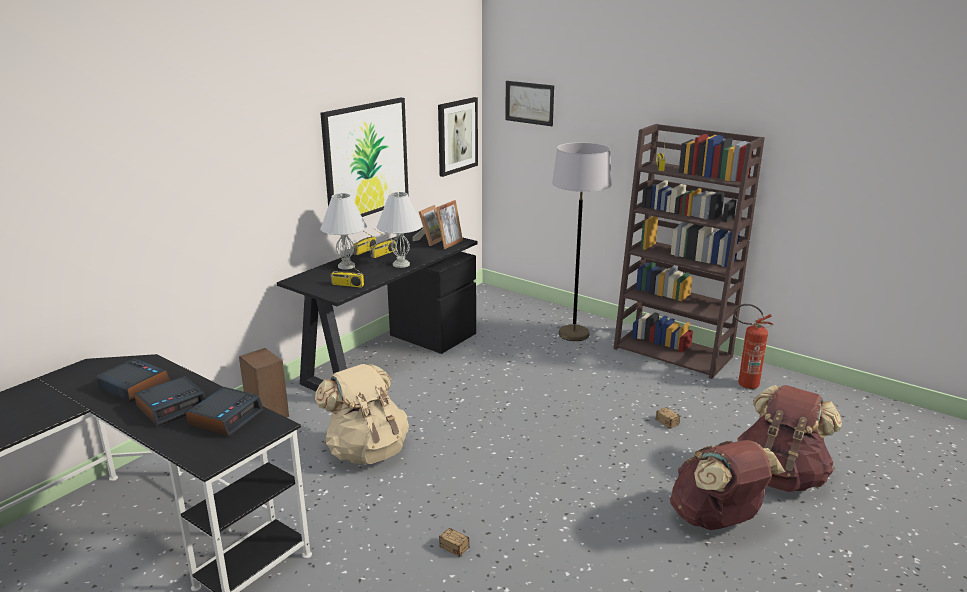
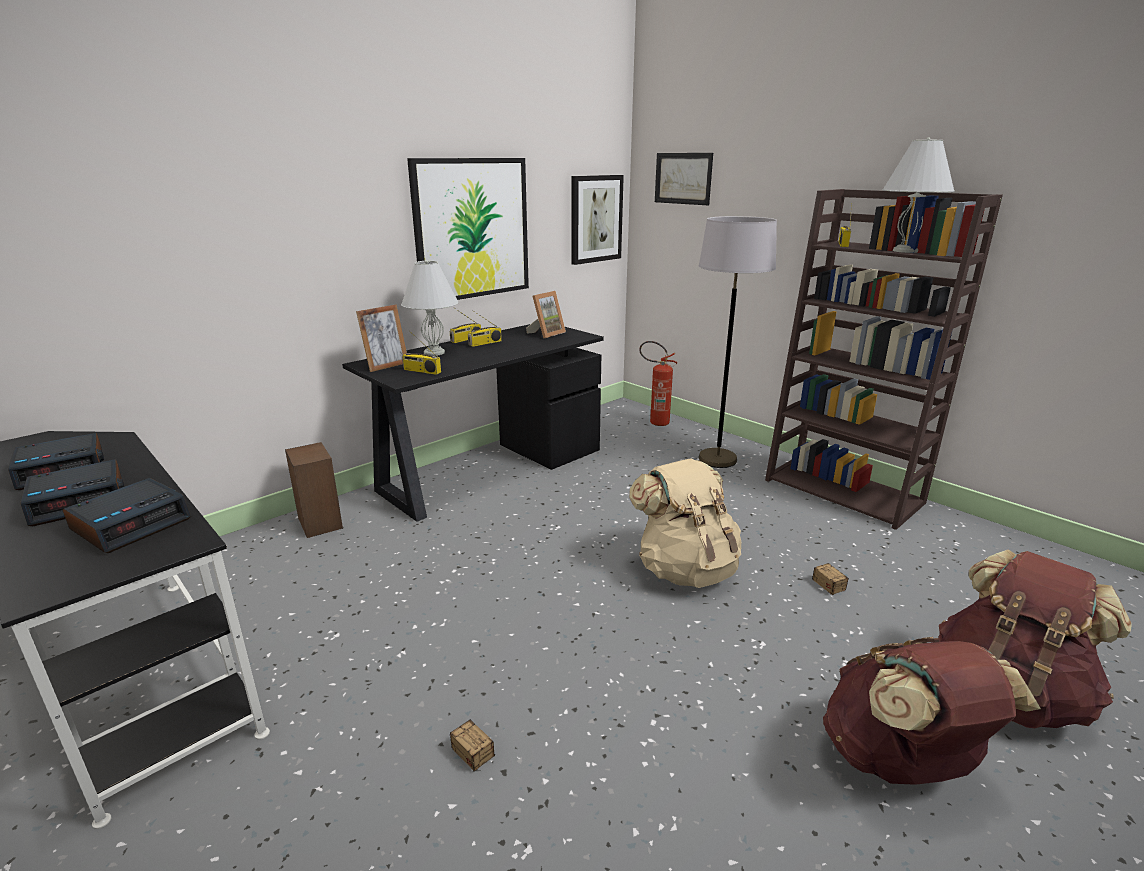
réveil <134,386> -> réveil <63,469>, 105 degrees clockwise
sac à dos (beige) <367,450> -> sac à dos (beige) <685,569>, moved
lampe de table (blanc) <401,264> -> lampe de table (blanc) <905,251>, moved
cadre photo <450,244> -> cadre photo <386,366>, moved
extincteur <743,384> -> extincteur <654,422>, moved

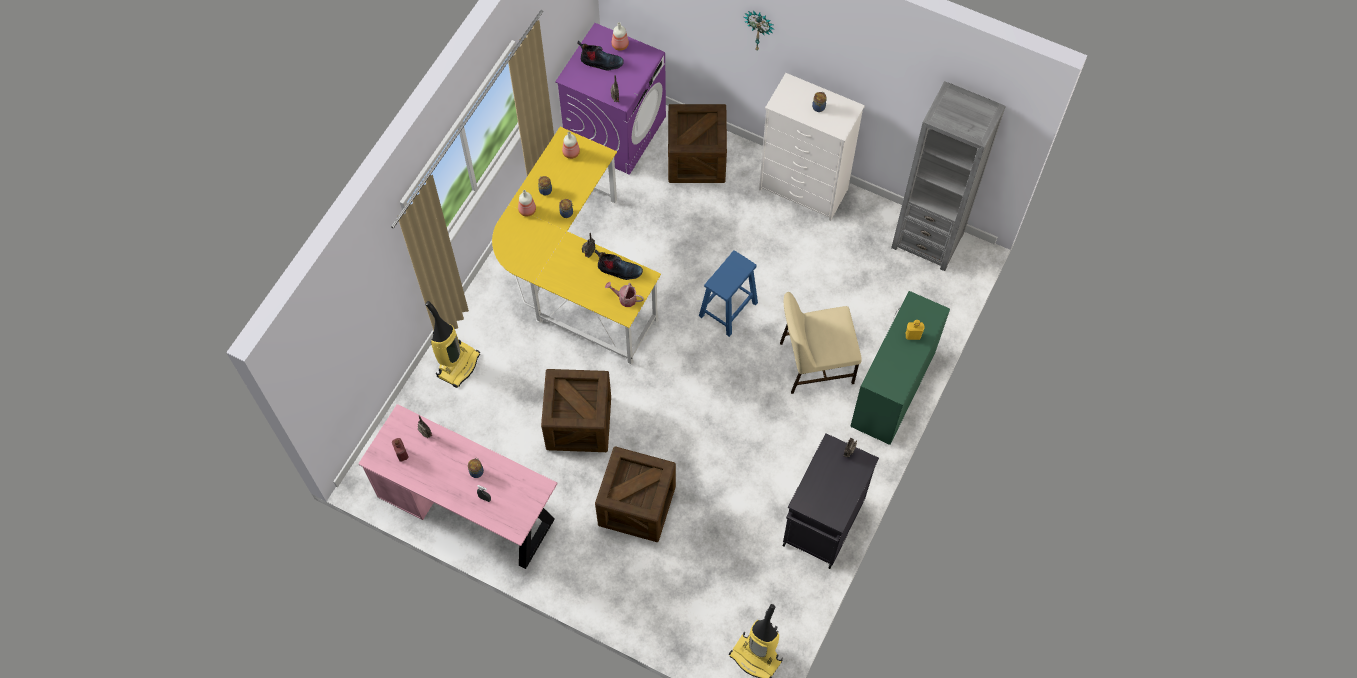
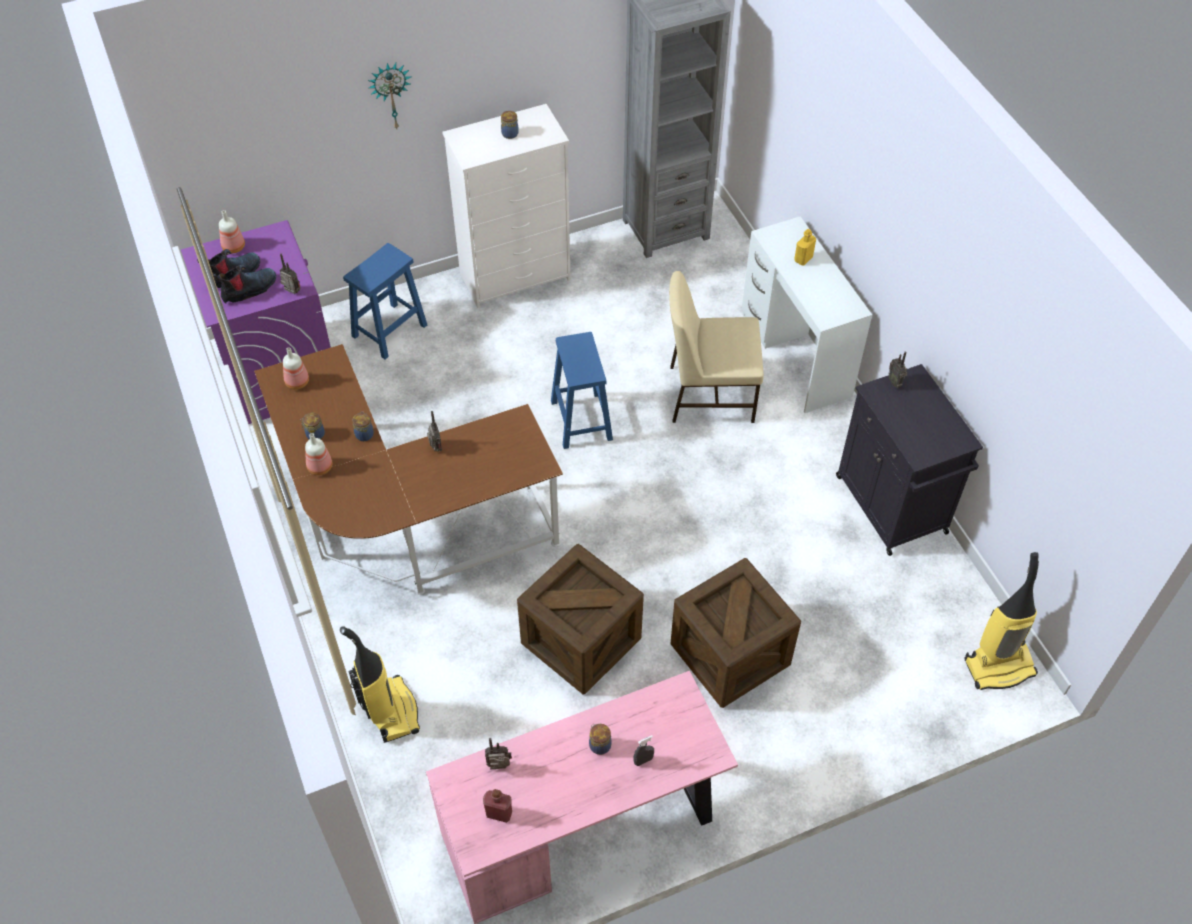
bureau (jaune) <574,275> -> bureau (marron) <402,522>
botte <619,270> -> botte <249,290>, moved
arrosoir <625,298> -> none
caisse <696,159> -> tabouret (bleu) <389,331>
chaise (beige) <814,362> -> chaise (beige) <709,393>, 60 degrees clockwise
bureau (vert) <893,389> -> bureau (blanc) <796,355>

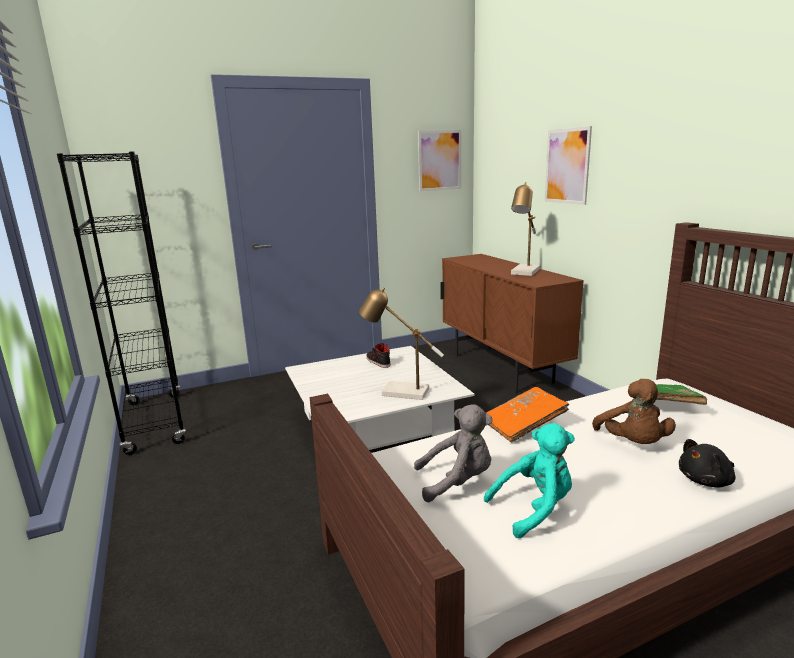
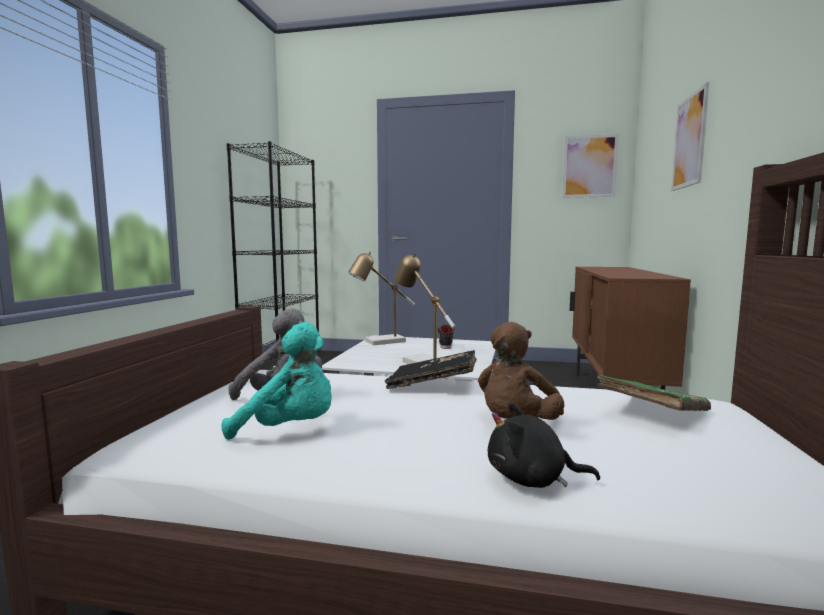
livre (orange) <523,425> -> livre (noir) <433,385>
lampe de table <525,272> -> lampe de table <380,342>, moved

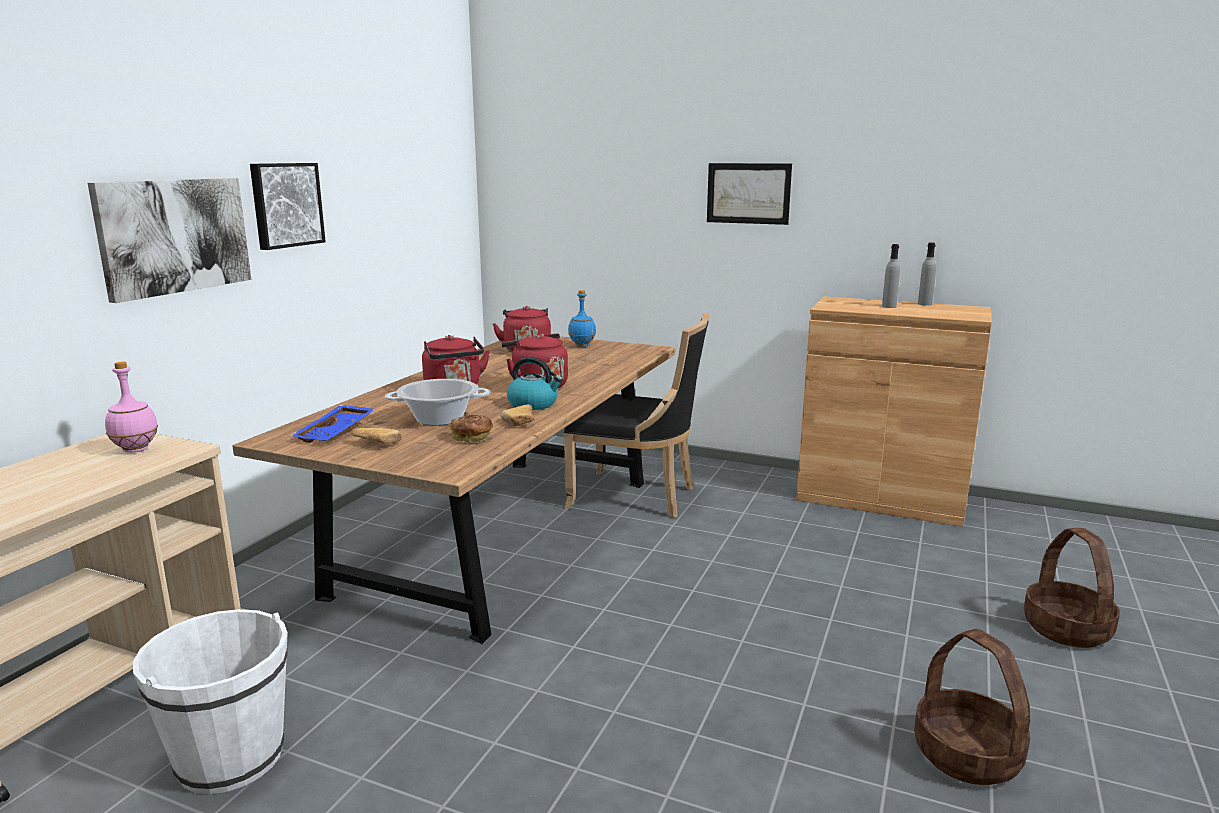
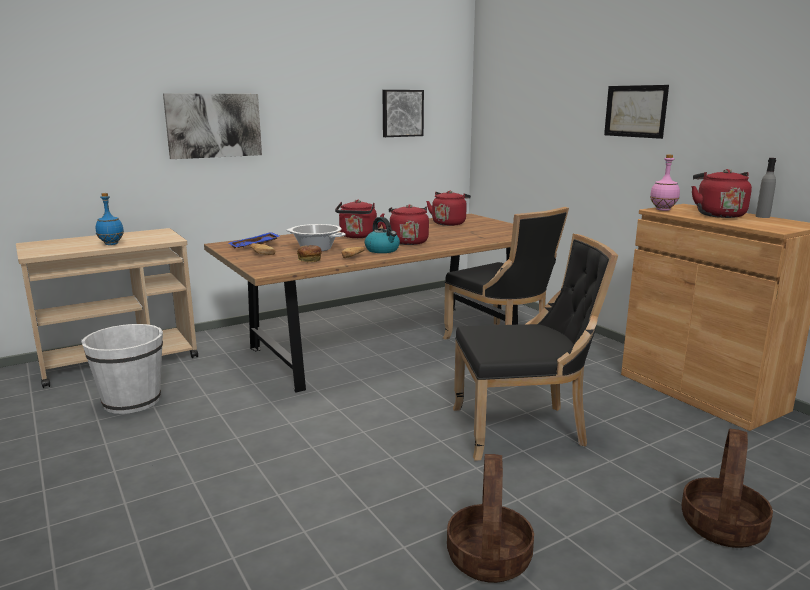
bouteille (rose) <136,449> -> bouteille (rose) <663,210>, moved
tableau <285,205> -> tableau <402,113>, moved
bouteille (bleu) <582,345> -> bouteille (bleu) <112,244>, moved
bouteille (gris) <889,306> -> bouilloire (rouge) <718,215>
none -> chaise (noir) <523,429>

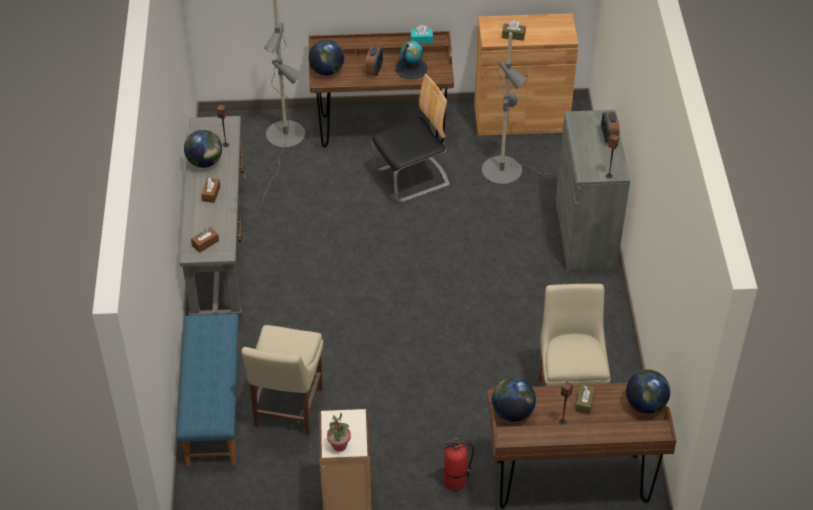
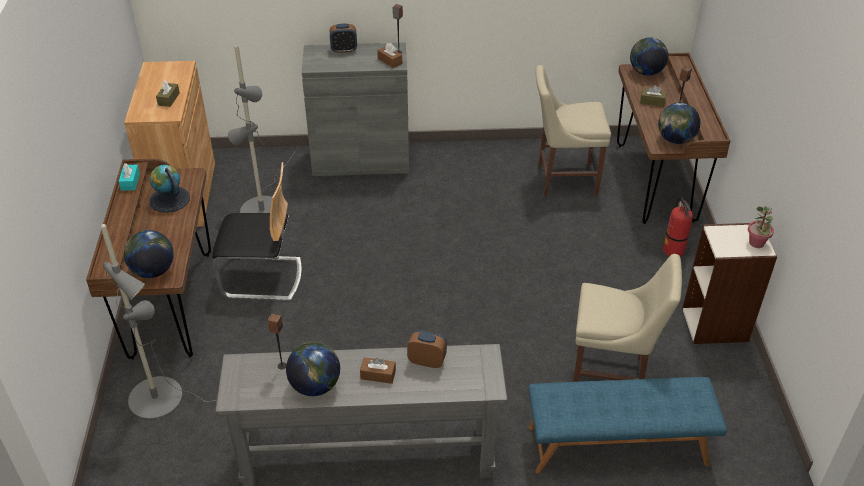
boîte à mouchoirs (marron) <205,243> -> boîte à mouchoirs (marron) <390,61>, moved
réveil <374,70> -> réveil <427,361>, moved
chaise <412,178> -> chaise <262,278>, 120 degrees clockwise

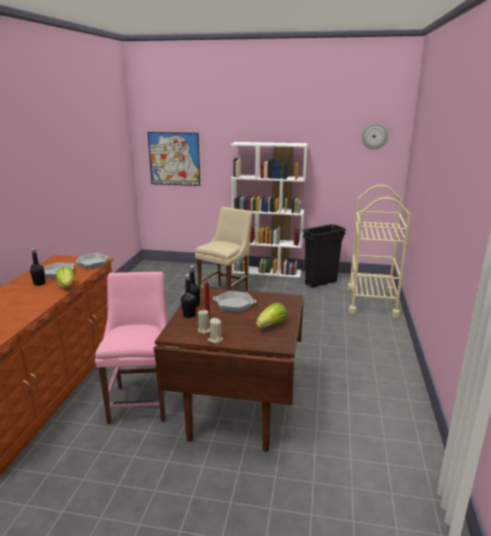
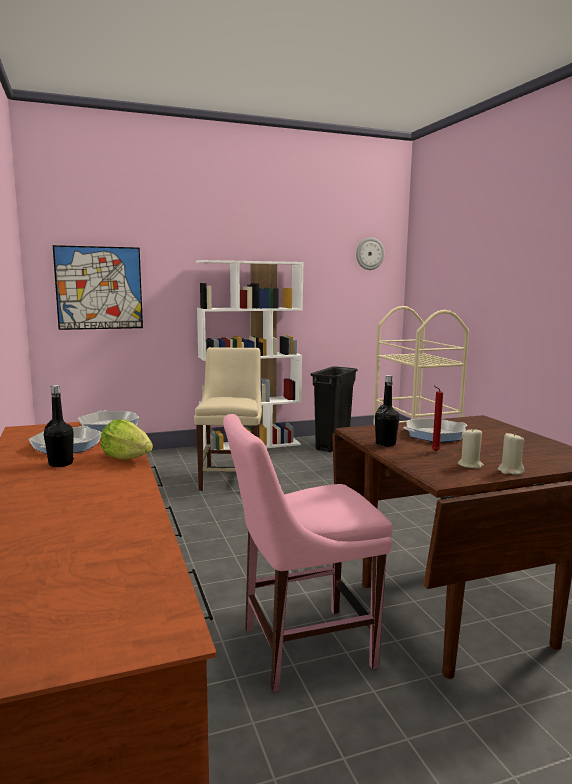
chaise (rose) <142,400> -> chaise (rose) <300,647>, 75 degrees counterclockwise
bouteille (noir) <189,315> -> none
laitue <271,325> -> none

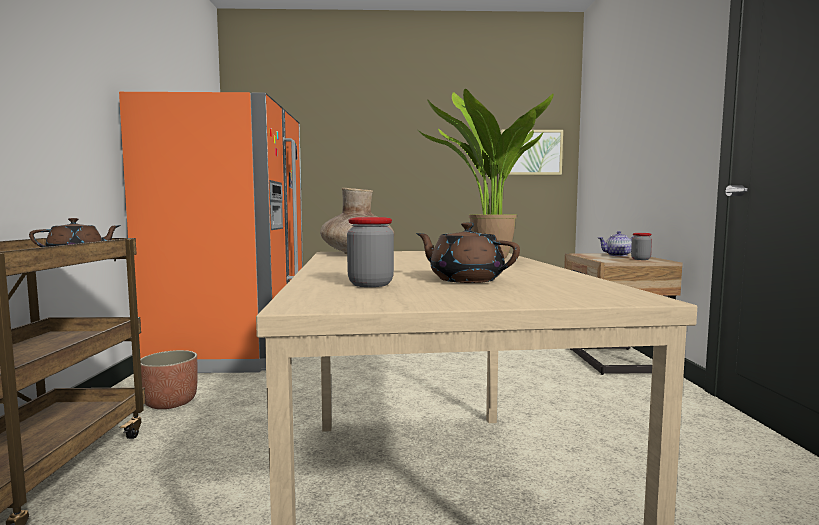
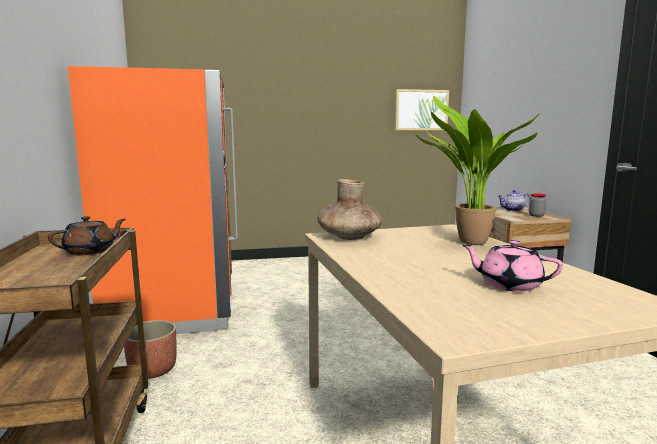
bocal <370,284> -> none
théière (marron) <465,280> -> théière (rose) <509,285>

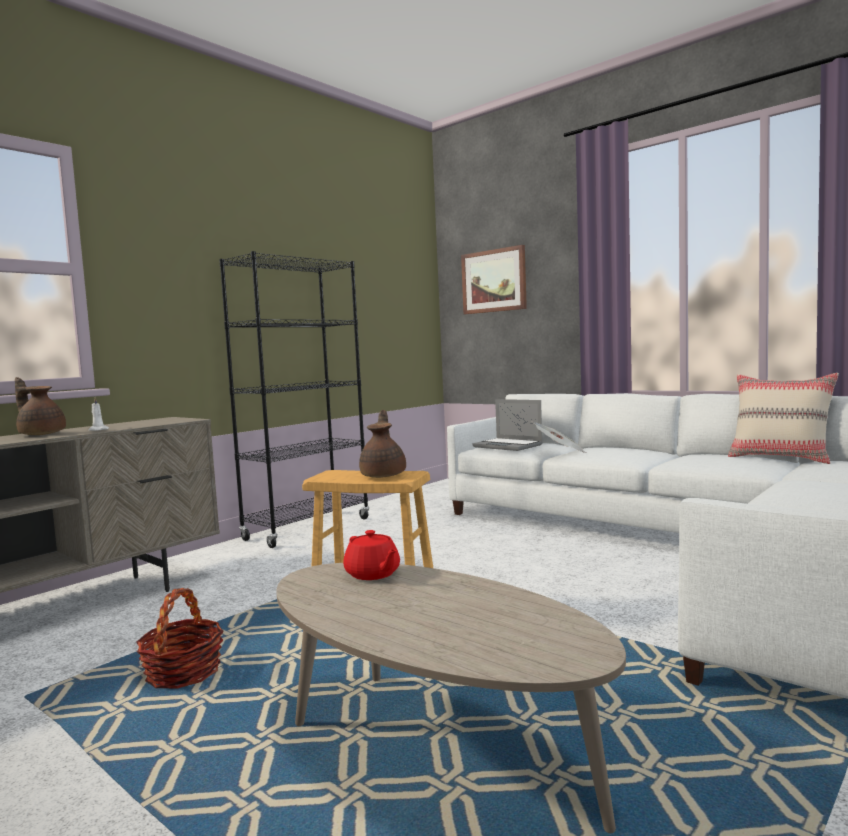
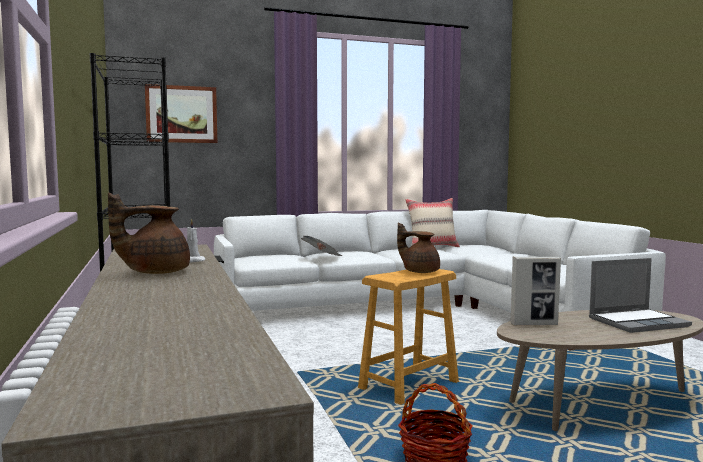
théière (rouge) <373,574> -> cadre photo <534,324>
ordinateur portable <509,446> -> ordinateur portable <638,322>, moved

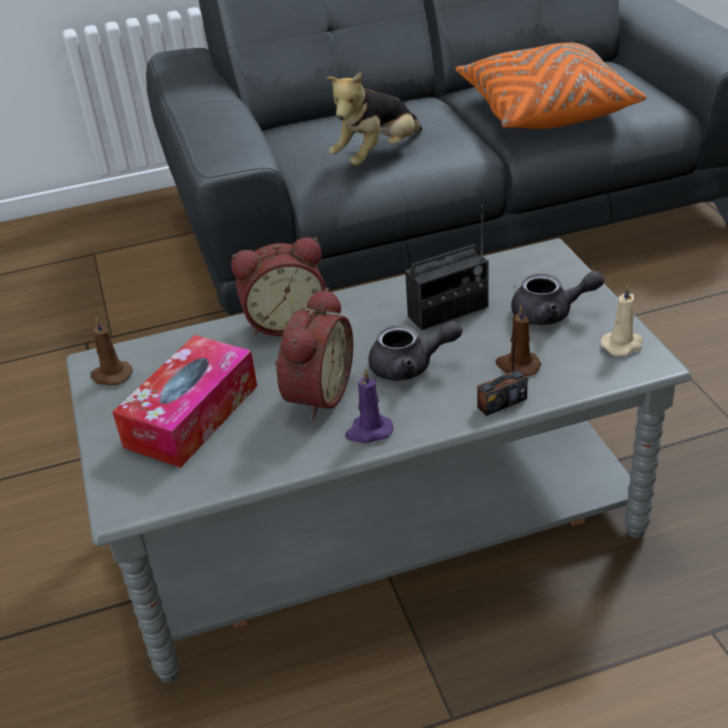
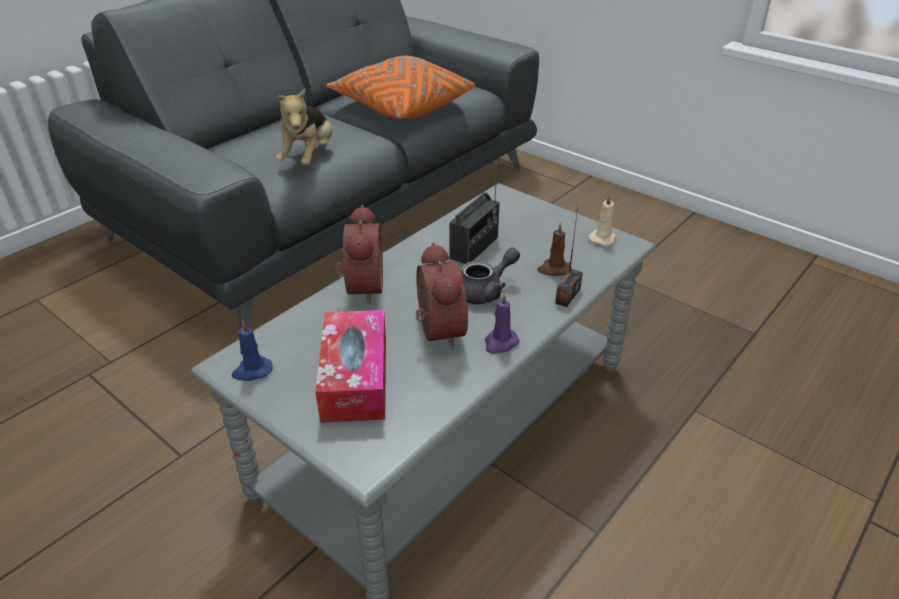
bougie (marron) <111,376> -> bougie (bleu) <252,371>
réveil <285,321> -> réveil <361,287>, 45 degrees counterclockwise
théière (gris) <551,314> -> none

